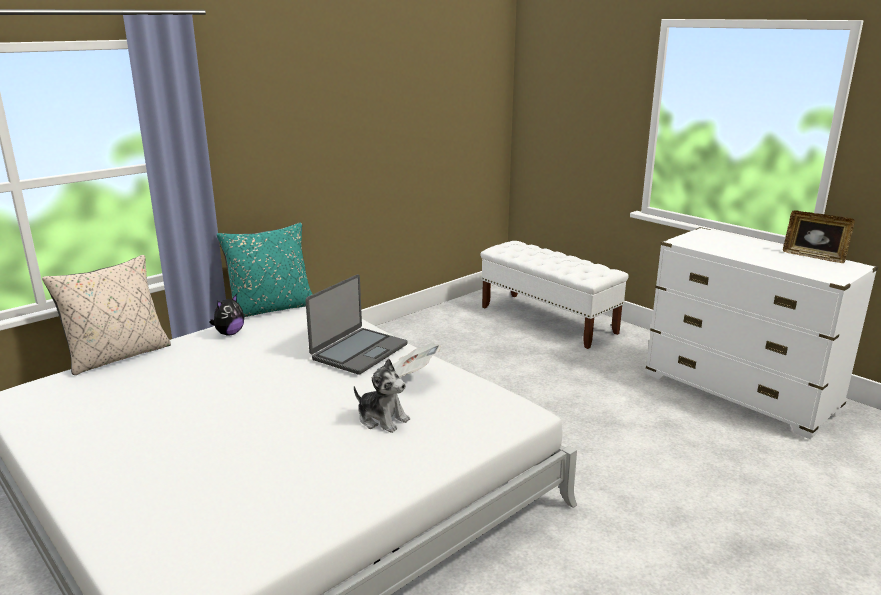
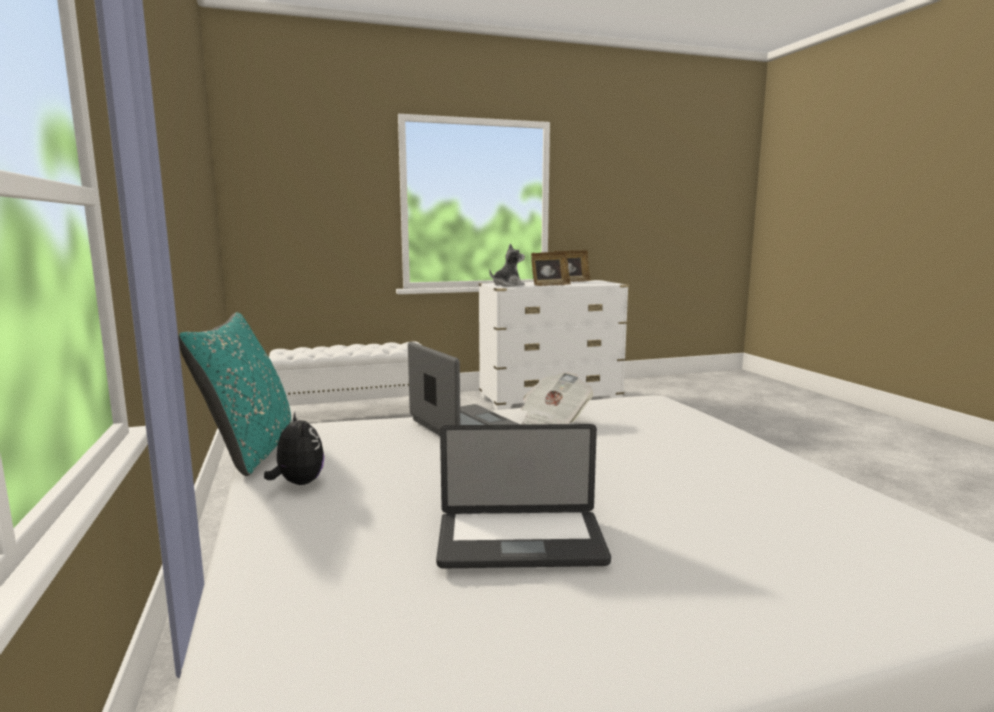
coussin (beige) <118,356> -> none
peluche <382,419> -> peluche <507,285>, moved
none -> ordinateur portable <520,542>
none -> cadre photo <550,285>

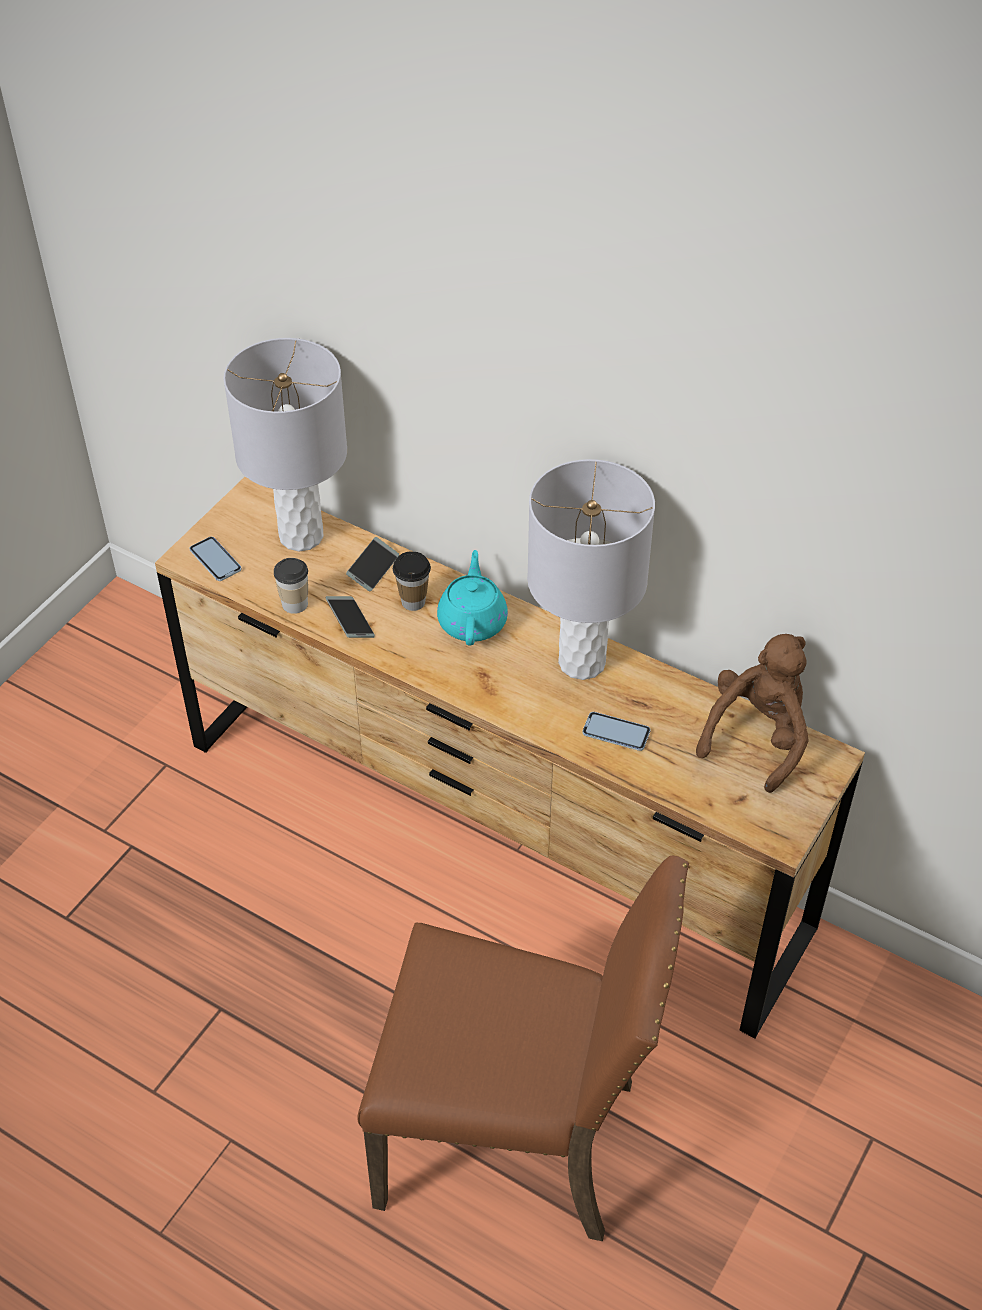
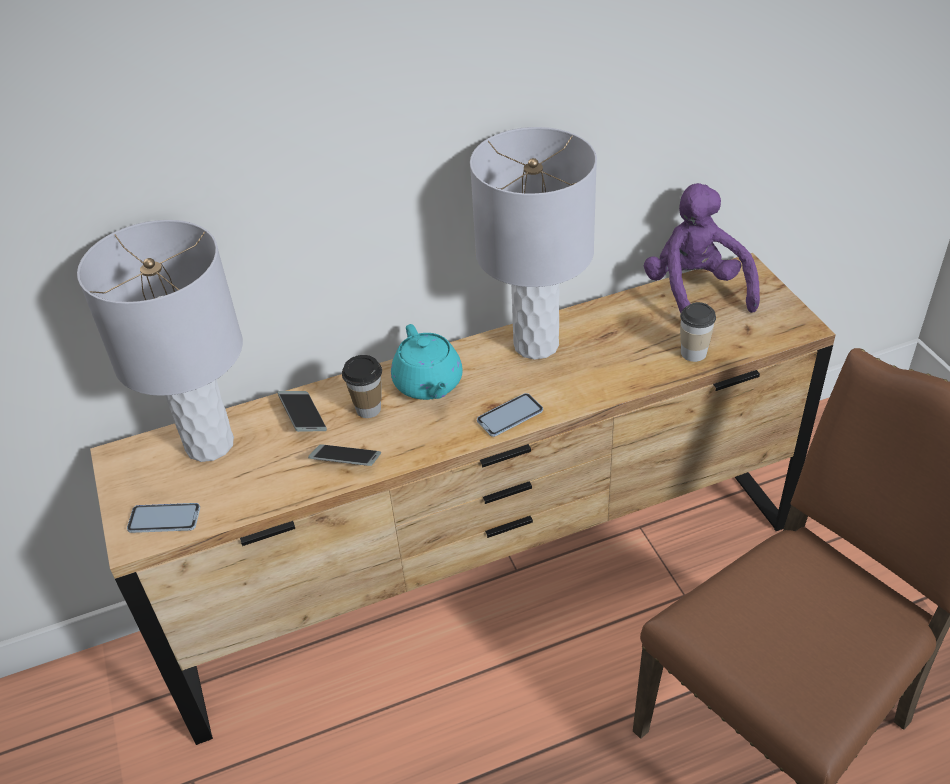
tasse <295,604> -> tasse <693,353>, moved
théière (turquoise) <472,621> -> théière (turquoise) <428,384>, 150 degrees counterclockwise
téléphone <616,732> -> téléphone <510,416>, moved
peluche (marron) <757,737> -> peluche (violet) <695,293>

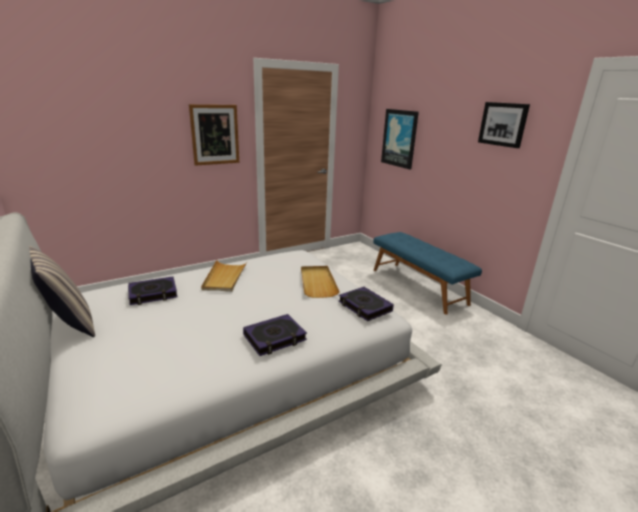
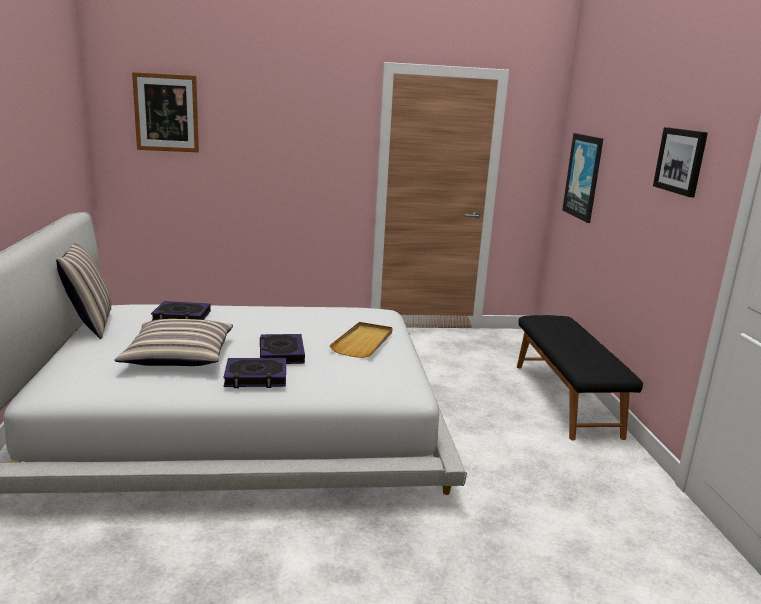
tableau <215,135> -> tableau <166,113>, moved
plateau (beige) <224,277> -> none
livre <364,306> -> livre <281,353>, moved
banc (bleu) <418,286> -> banc (noir) <566,399>
none -> coussin <178,355>

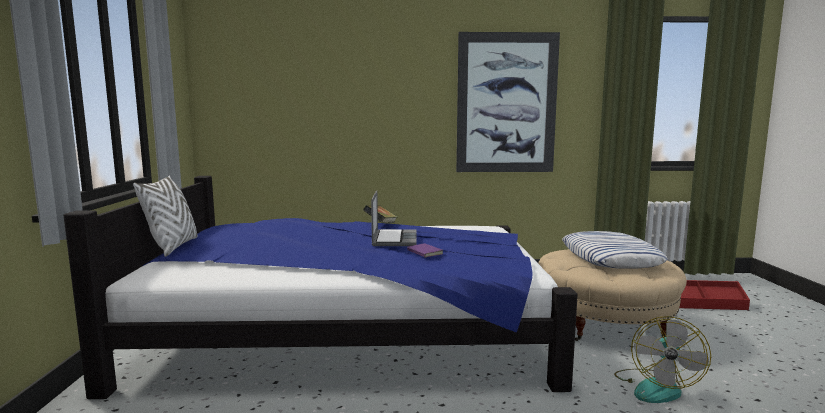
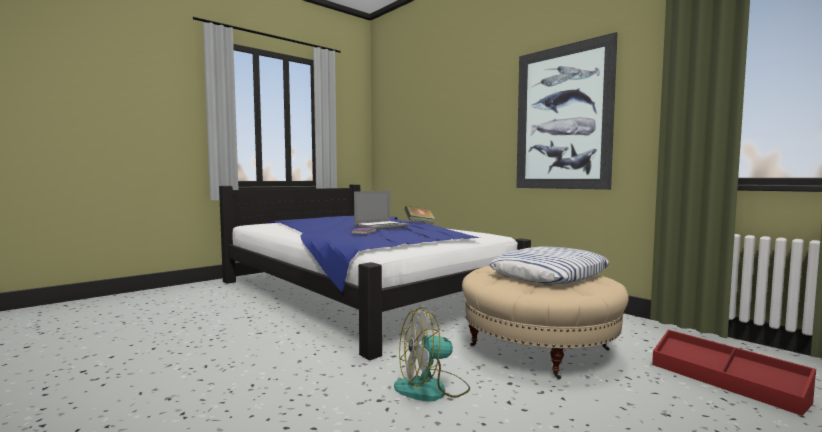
coussin (blanc) <173,247> -> none

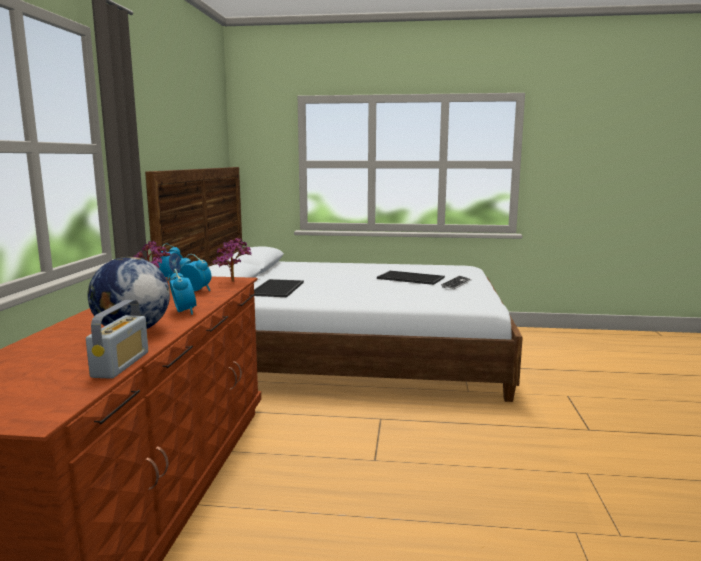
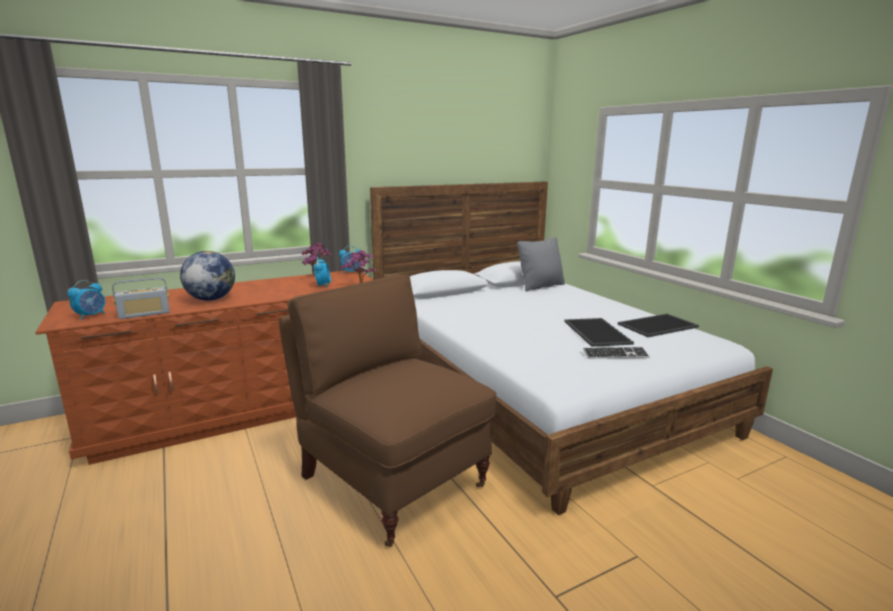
réveil <184,312> -> réveil <91,316>, moved
plateau <278,289> -> plateau <658,326>, moved
none -> chaise (marron) <391,480>
none -> coussin (gris) <540,286>

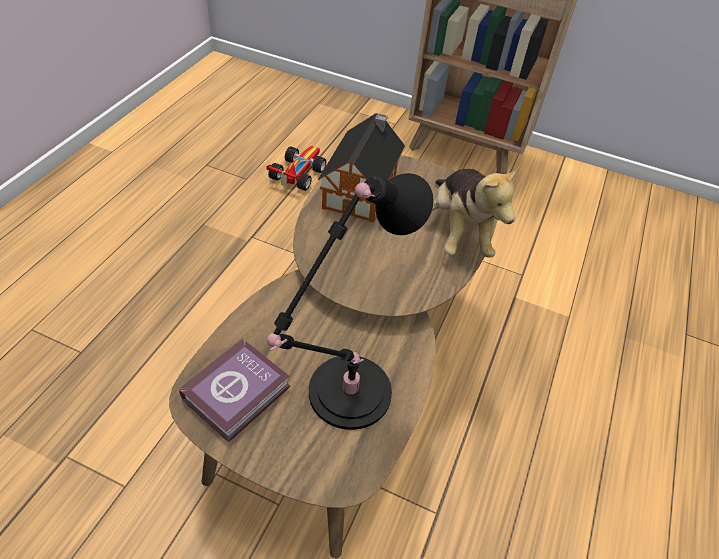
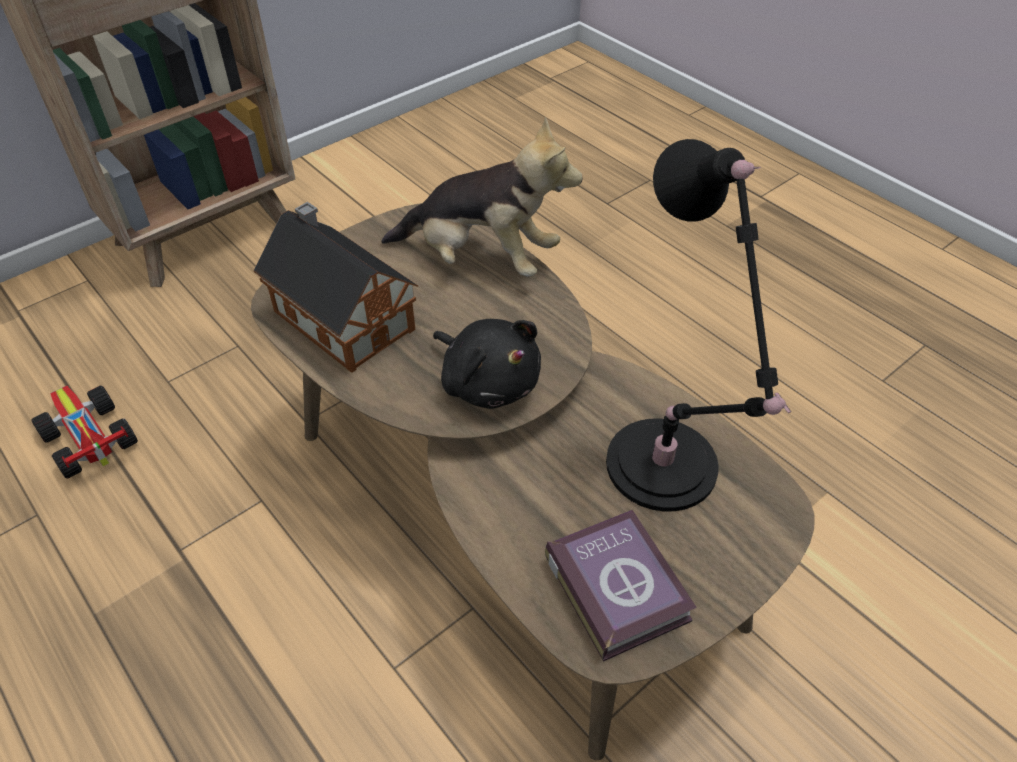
none -> peluche (noir) <488,382>

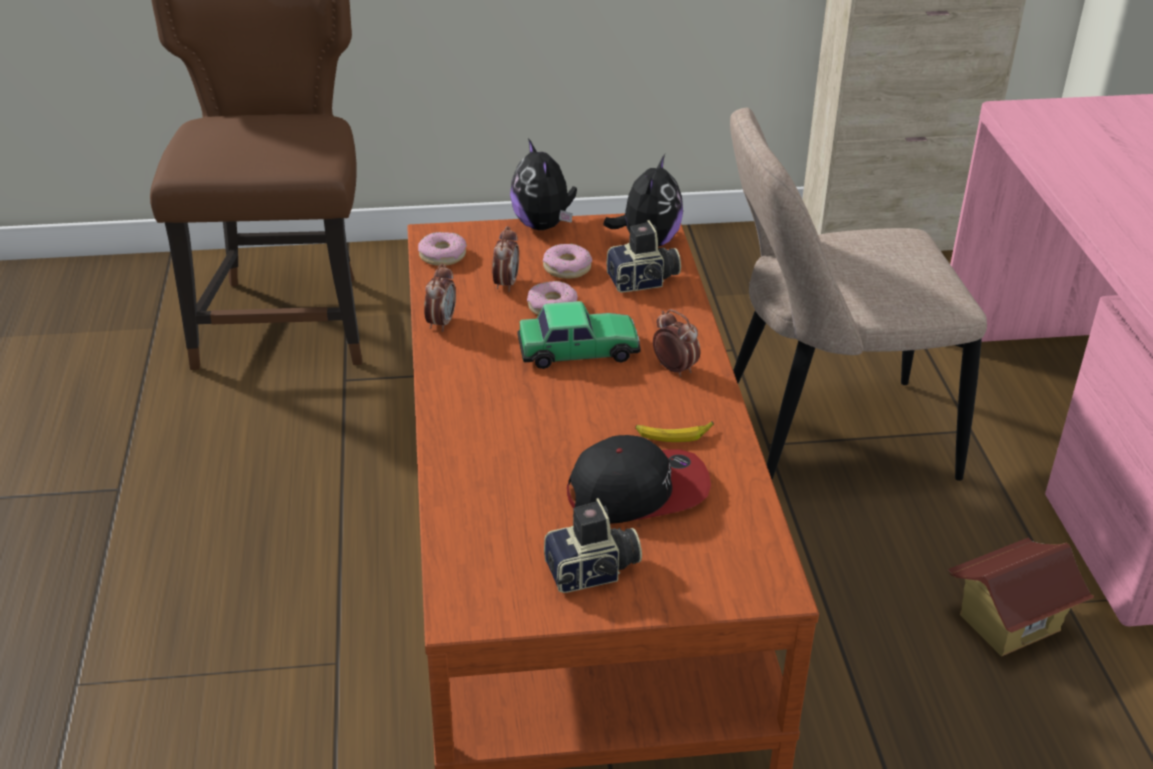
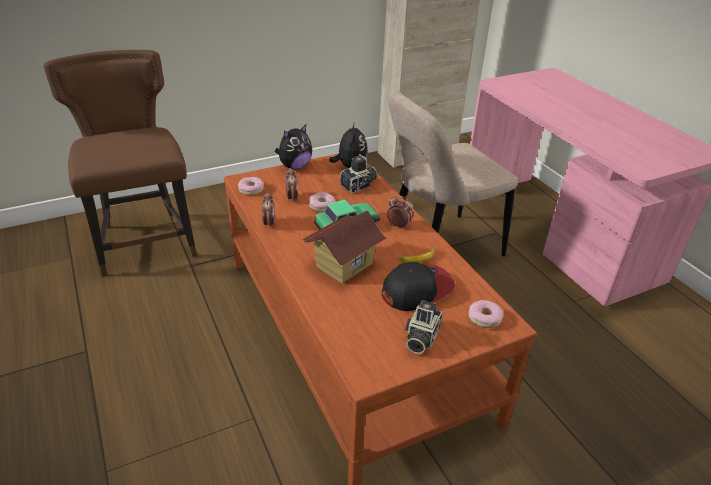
peluche <543,225> -> peluche <294,166>, 90 degrees counterclockwise
beignet <567,268> -> beignet <484,318>, moved
appareil photo <593,573> -> appareil photo <420,338>, 150 degrees clockwise
maison miniature <1008,622> -> maison miniature <344,264>, moved

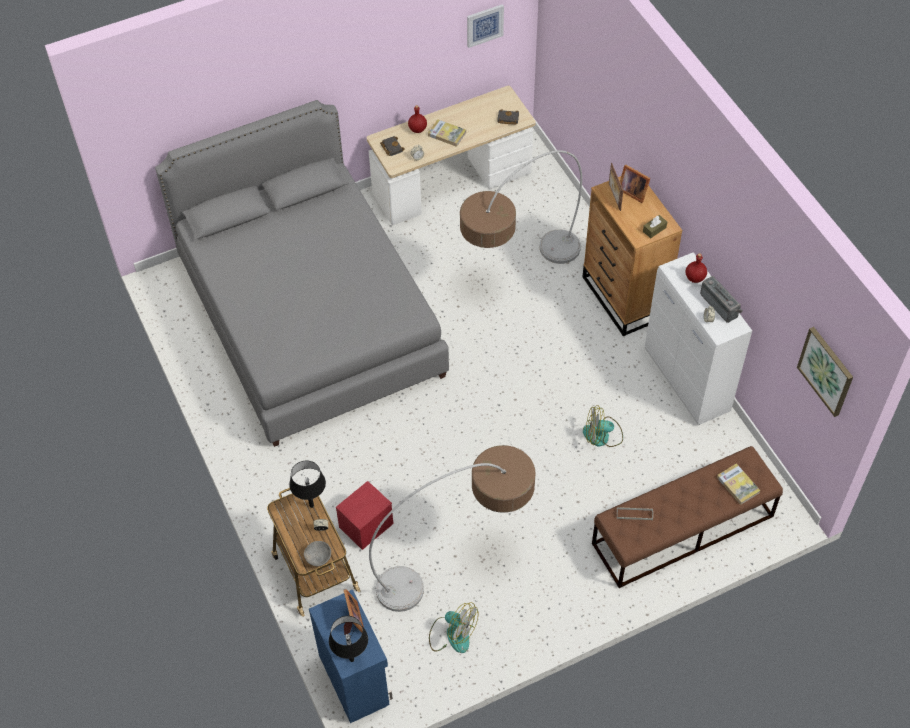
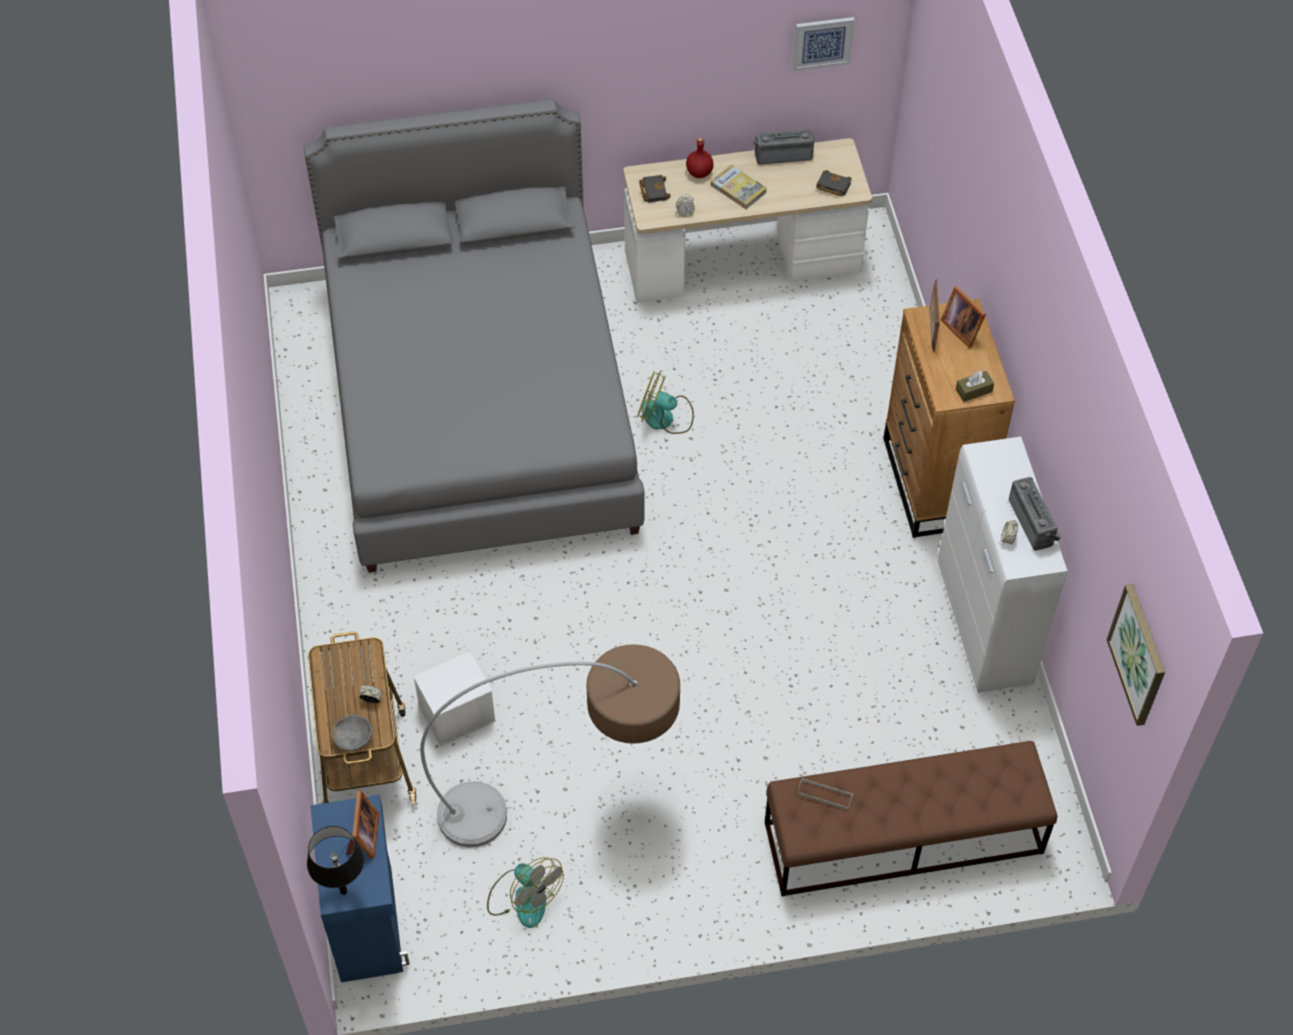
lampe de table (noir) <311,505> -> none
boîte de rangement (rouge) <366,526> -> boîte de rangement (blanc) <456,715>
lampadaire <517,276> -> none
ventilateur <602,436> -> ventilateur <665,417>, moved
bouteille (rouge) <695,277> -> none
livre <738,485> -> none
none -> radio <783,154>

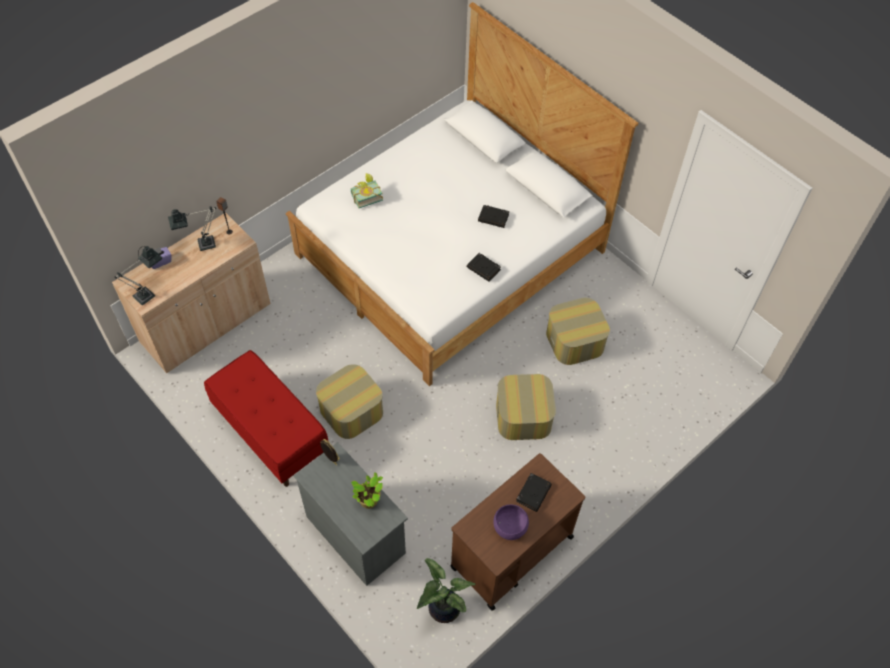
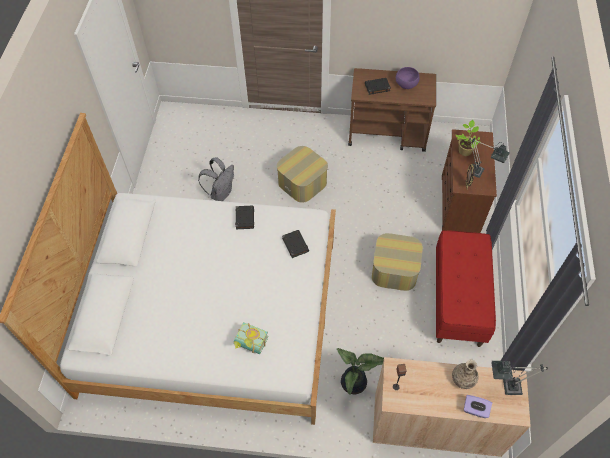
lampe de table <202,245> -> lampe de table <479,173>, moved
commode (gris) <355,534> -> commode (marron) <459,204>
plante en pot <442,608> -> plante en pot <355,384>, moved
livre (noir) <493,218> -> livre (noir) <295,244>, moved
pouf <575,340> -> sac à dos (gris) <221,193>
none -> vase <463,379>

